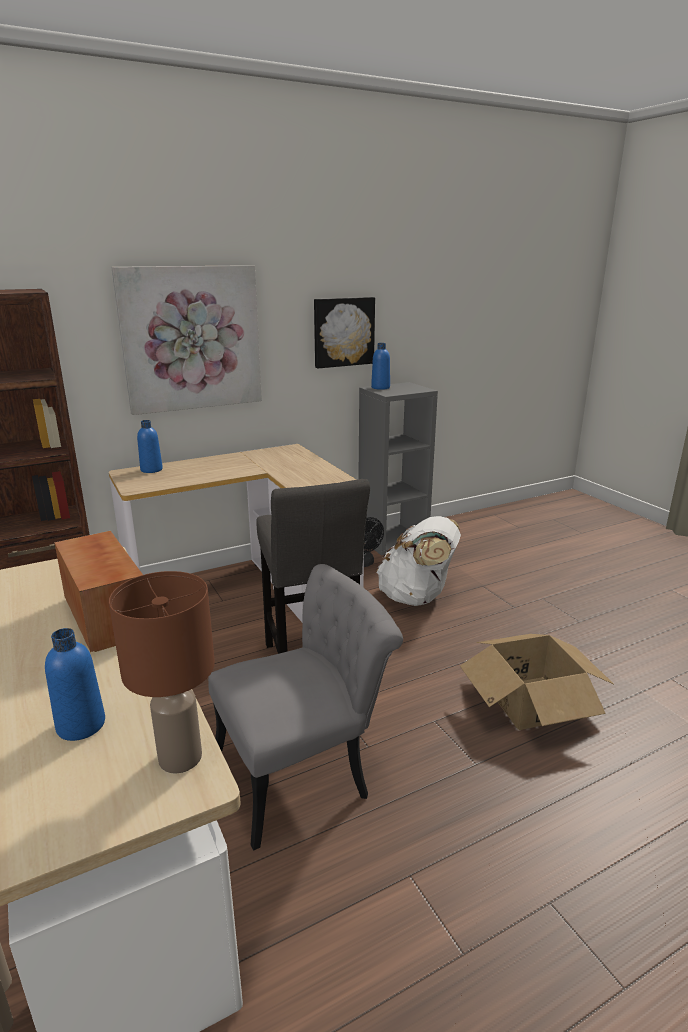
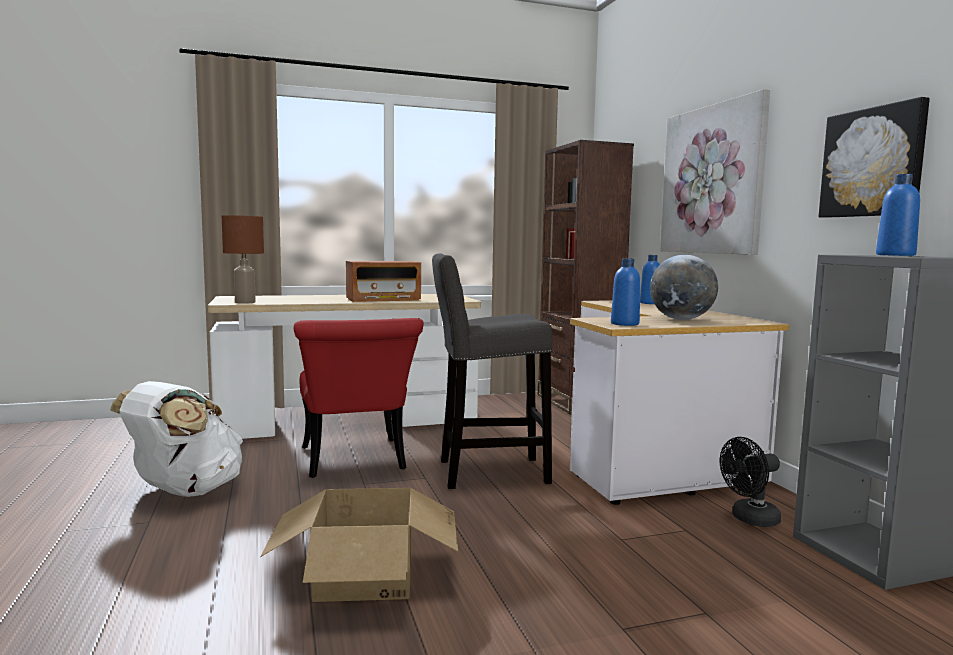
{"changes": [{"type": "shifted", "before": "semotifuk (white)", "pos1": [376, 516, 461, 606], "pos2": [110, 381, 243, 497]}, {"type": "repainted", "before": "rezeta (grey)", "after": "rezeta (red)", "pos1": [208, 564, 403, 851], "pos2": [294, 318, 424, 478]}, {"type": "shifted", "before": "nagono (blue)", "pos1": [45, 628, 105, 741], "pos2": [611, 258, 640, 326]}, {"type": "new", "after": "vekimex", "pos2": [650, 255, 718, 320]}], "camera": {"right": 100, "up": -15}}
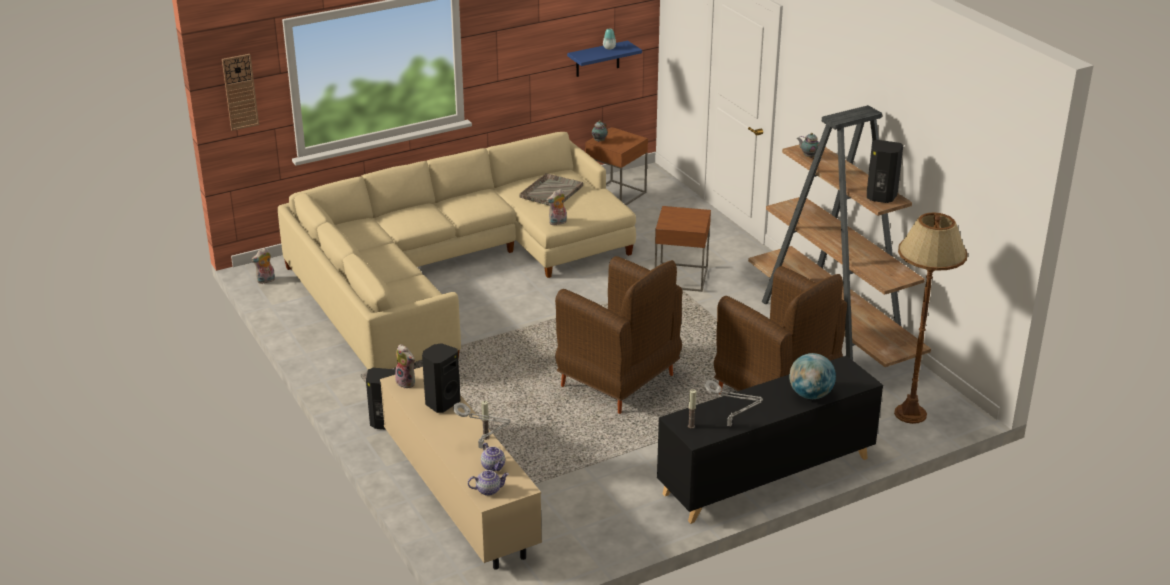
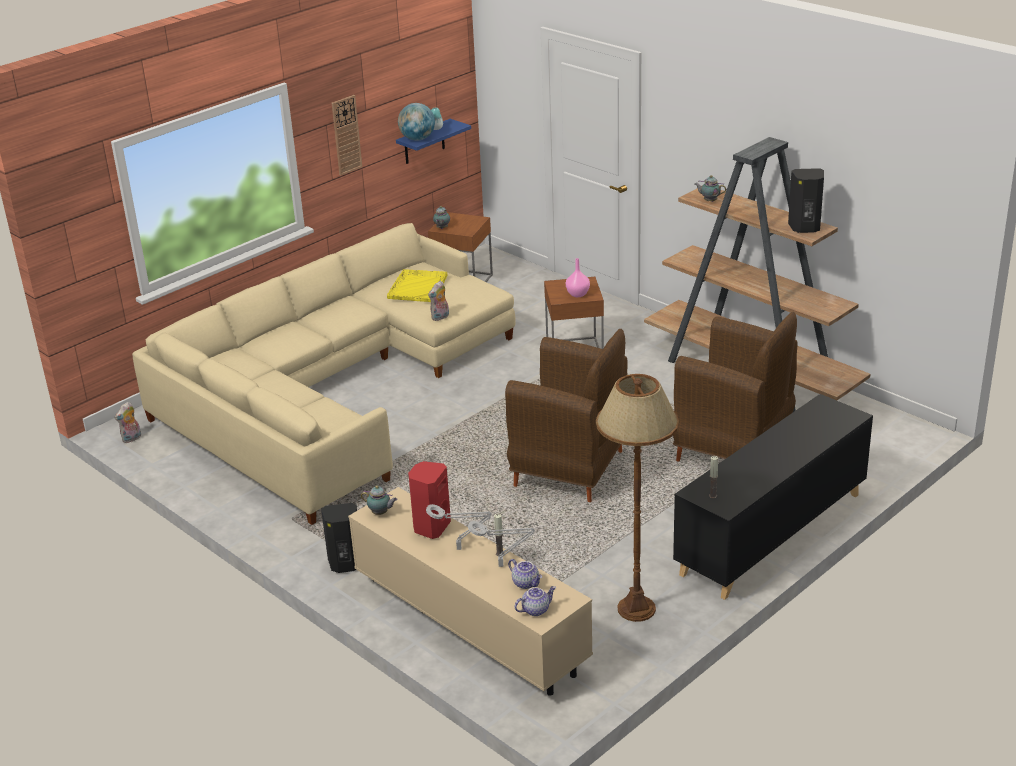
{"changes": [{"type": "shifted", "before": "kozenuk", "pos1": [222, 54, 259, 131], "pos2": [332, 95, 362, 176]}, {"type": "repainted", "before": "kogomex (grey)", "after": "kogomex (yellow)", "pos1": [519, 173, 583, 206], "pos2": [387, 269, 447, 302]}, {"type": "shifted", "before": "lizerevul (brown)", "pos1": [894, 212, 967, 424], "pos2": [596, 374, 679, 622]}, {"type": "repainted", "before": "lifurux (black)", "after": "lifurux (red)", "pos1": [422, 343, 460, 413], "pos2": [408, 461, 451, 539]}, {"type": "swapped", "before": "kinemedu", "after": "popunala", "pos1": [395, 344, 415, 389], "pos2": [361, 485, 398, 515]}, {"type": "shifted", "before": "vekimex", "pos1": [789, 353, 836, 399], "pos2": [398, 103, 435, 141]}, {"type": "shifted", "before": "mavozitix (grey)", "pos1": [705, 380, 763, 426], "pos2": [426, 504, 492, 550]}, {"type": "new", "after": "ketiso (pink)", "pos2": [566, 258, 590, 297]}], "camera": {"right": -15, "up": 0}}
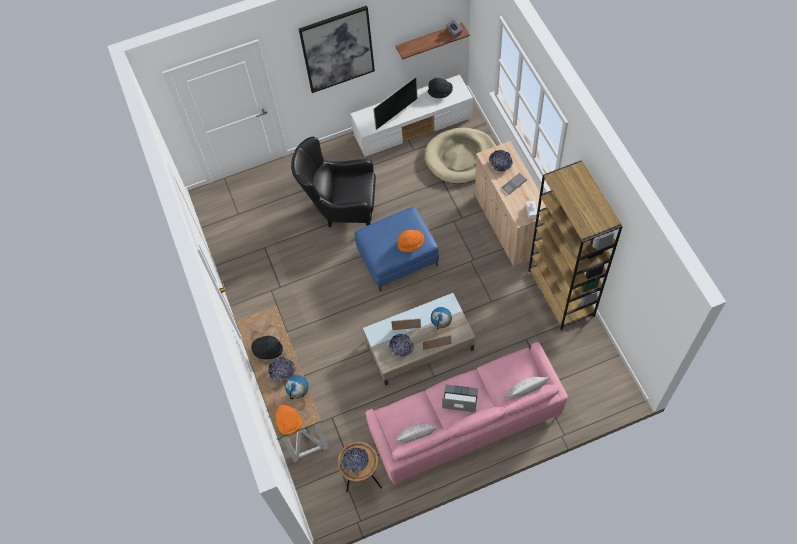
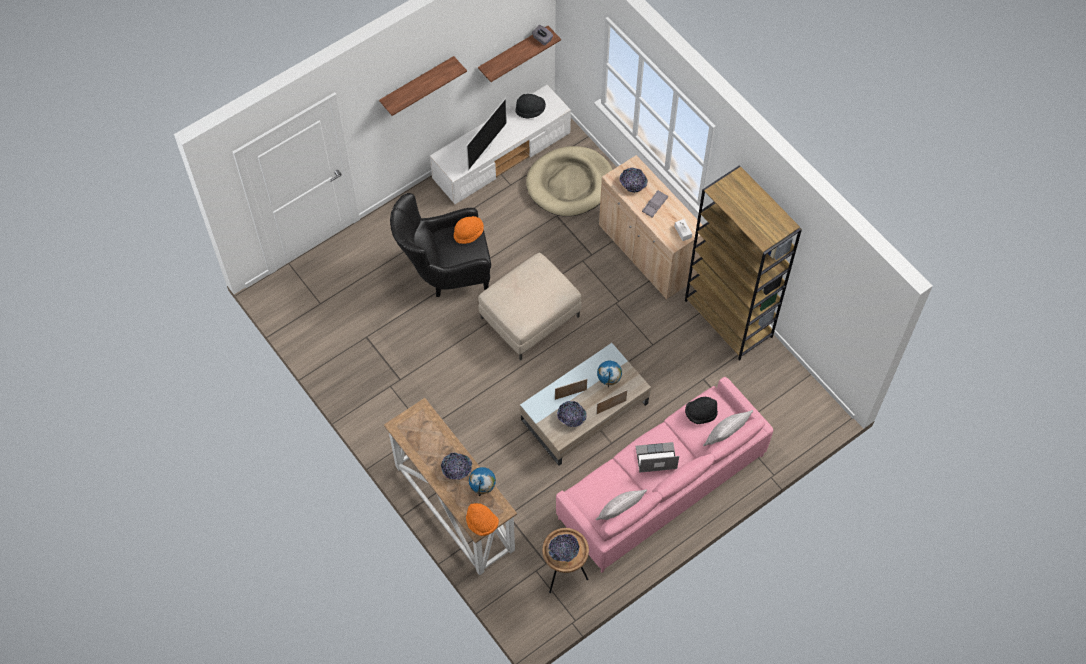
{"changes": [{"type": "swapped", "before": "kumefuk", "after": "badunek", "pos1": [299, 6, 375, 93], "pos2": [379, 56, 467, 116]}, {"type": "repainted", "before": "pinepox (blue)", "after": "pinepox (beige)", "pos1": [355, 207, 439, 292], "pos2": [478, 253, 581, 360]}, {"type": "shifted", "before": "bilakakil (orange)", "pos1": [397, 230, 424, 252], "pos2": [453, 216, 484, 244]}, {"type": "shifted", "before": "bilakakil (black)", "pos1": [251, 336, 283, 359], "pos2": [685, 397, 718, 424]}], "camera": {"right": -20, "up": 0}}
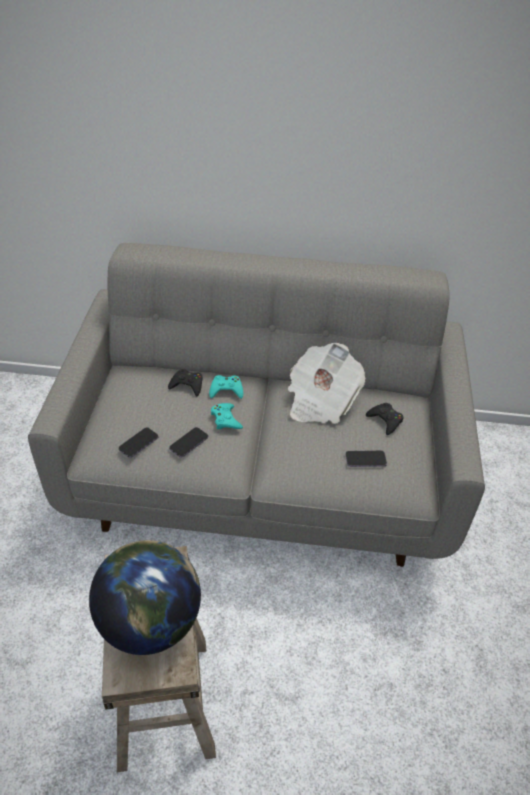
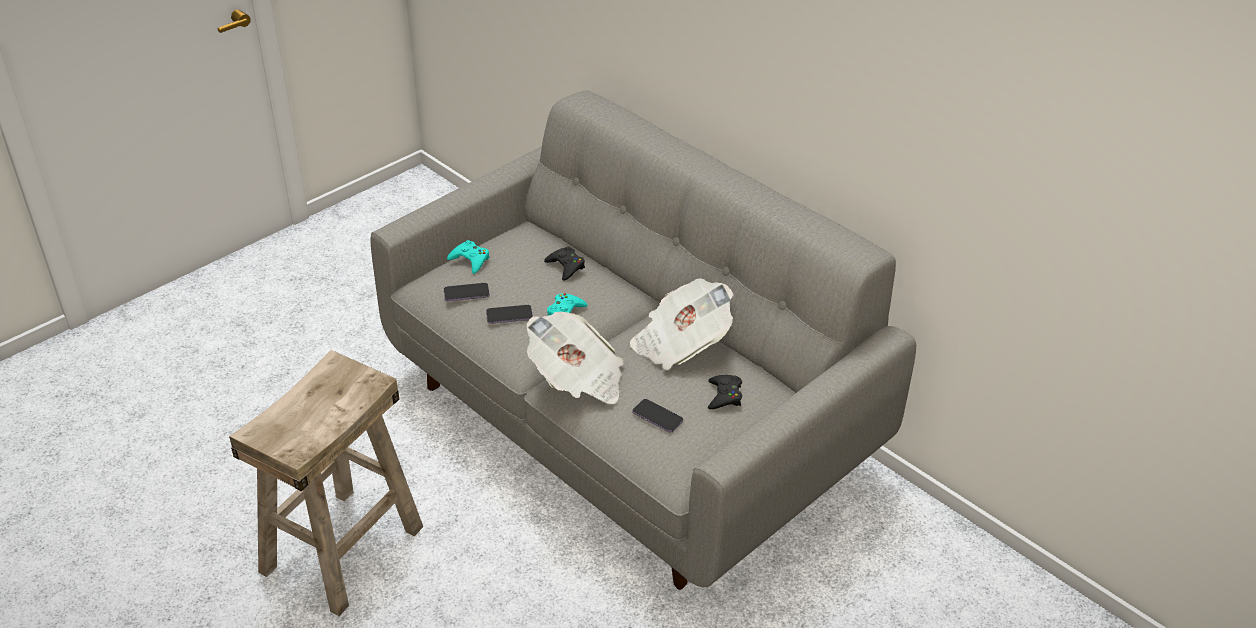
{"changes": [{"type": "shifted", "before": "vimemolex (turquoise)", "pos1": [209, 375, 243, 399], "pos2": [447, 240, 490, 274]}, {"type": "gone", "before": "vekimex", "pos1": [89, 540, 201, 655]}, {"type": "new", "after": "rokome", "pos2": [527, 312, 623, 404]}], "camera": {"right": 40, "up": -5}}
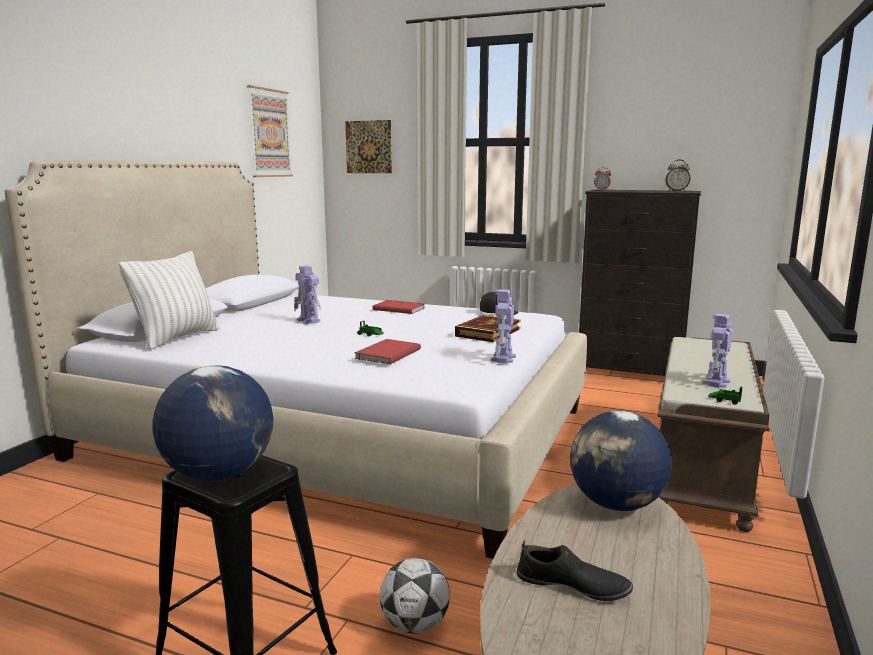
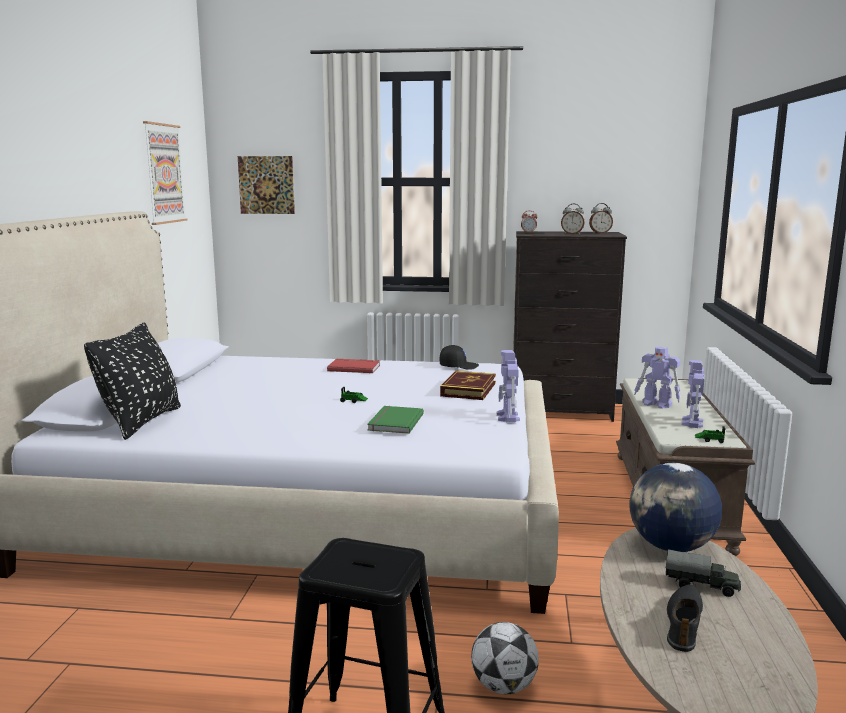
{"changes": [{"type": "repainted", "before": "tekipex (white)", "after": "tekipex (black)", "pos1": [118, 251, 219, 350], "pos2": [84, 323, 181, 440]}, {"type": "shifted", "before": "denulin", "pos1": [294, 265, 321, 324], "pos2": [634, 346, 681, 409]}, {"type": "repainted", "before": "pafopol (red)", "after": "pafopol (green)", "pos1": [354, 339, 421, 364], "pos2": [367, 406, 424, 434]}, {"type": "gone", "before": "vekimex", "pos1": [152, 366, 273, 481]}, {"type": "rotated", "before": "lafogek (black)", "pos1": [517, 541, 633, 601], "pos2": [667, 585, 703, 652], "turn": -75}, {"type": "new", "after": "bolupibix", "pos2": [561, 203, 585, 235]}, {"type": "new", "after": "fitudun", "pos2": [665, 549, 741, 597]}], "camera": {"right": -15, "up": 0}}
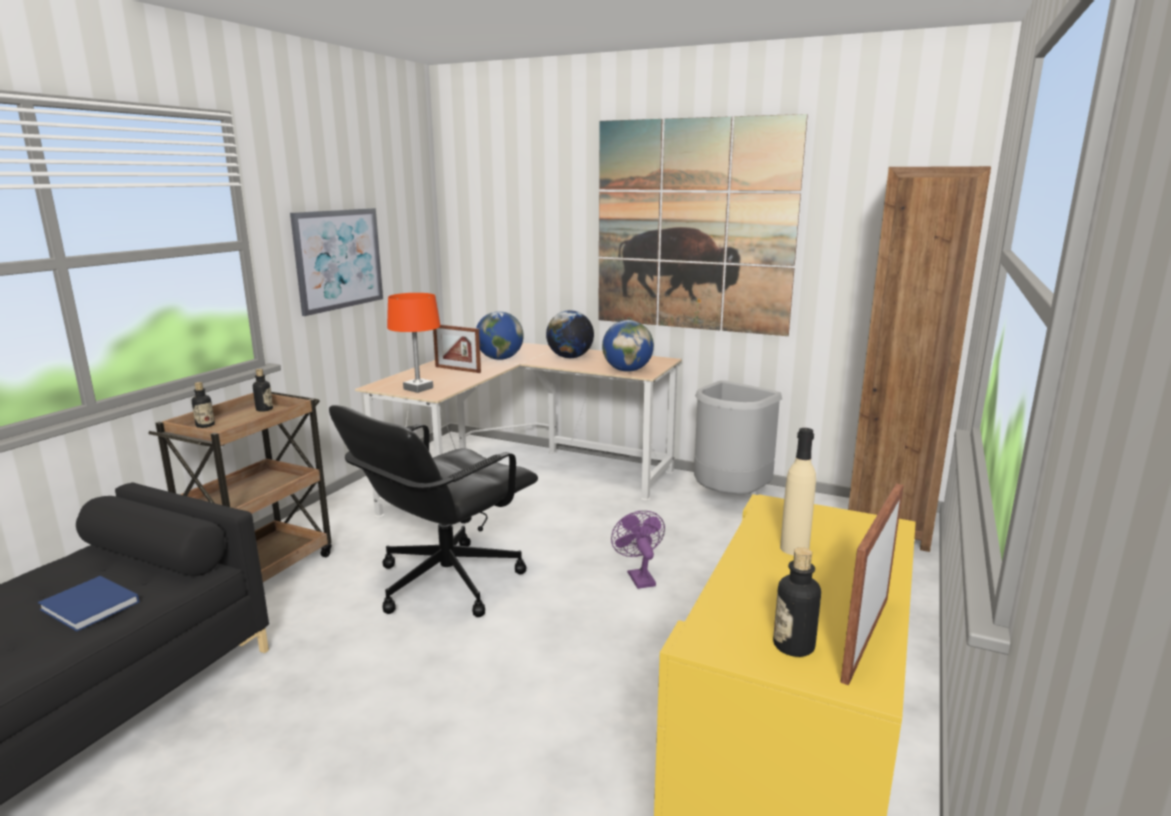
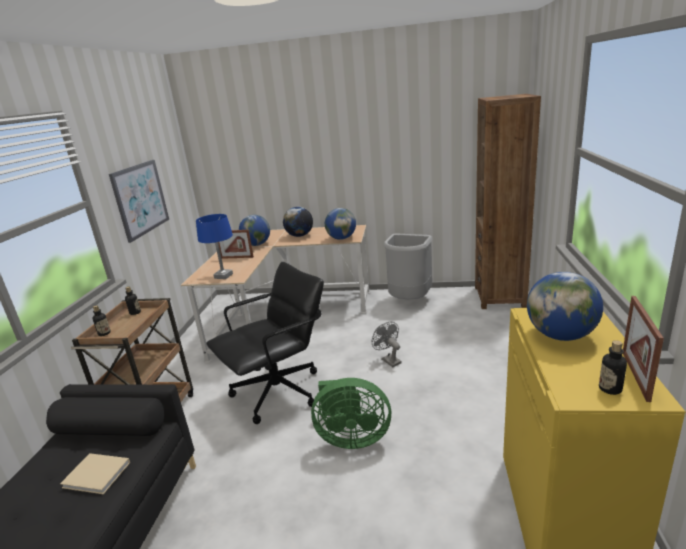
{"changes": [{"type": "gone", "before": "kumefuk", "pos1": [598, 114, 808, 336]}, {"type": "repainted", "before": "mavozitix (orange)", "after": "mavozitix (blue)", "pos1": [387, 293, 441, 393], "pos2": [196, 214, 233, 279]}, {"type": "rotated", "before": "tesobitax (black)", "pos1": [329, 405, 538, 617], "pos2": [206, 262, 324, 424], "turn": -150}, {"type": "swapped", "before": "nagono (beige)", "after": "vekimex", "pos1": [780, 428, 816, 555], "pos2": [527, 272, 603, 341]}, {"type": "repainted", "before": "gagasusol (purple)", "after": "gagasusol (grey)", "pos1": [611, 510, 665, 589], "pos2": [372, 322, 402, 367]}, {"type": "repainted", "before": "pafopol (blue)", "after": "pafopol (beige)", "pos1": [38, 576, 140, 631], "pos2": [60, 453, 130, 494]}, {"type": "new", "after": "gagasusol (green)", "pos2": [311, 378, 391, 449]}], "camera": {"right": -15, "up": 5}}
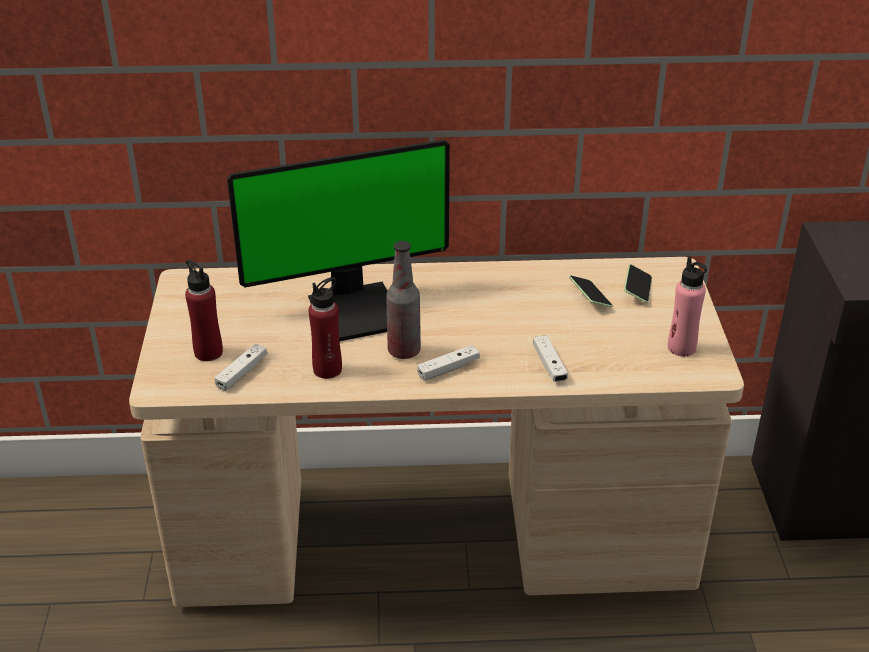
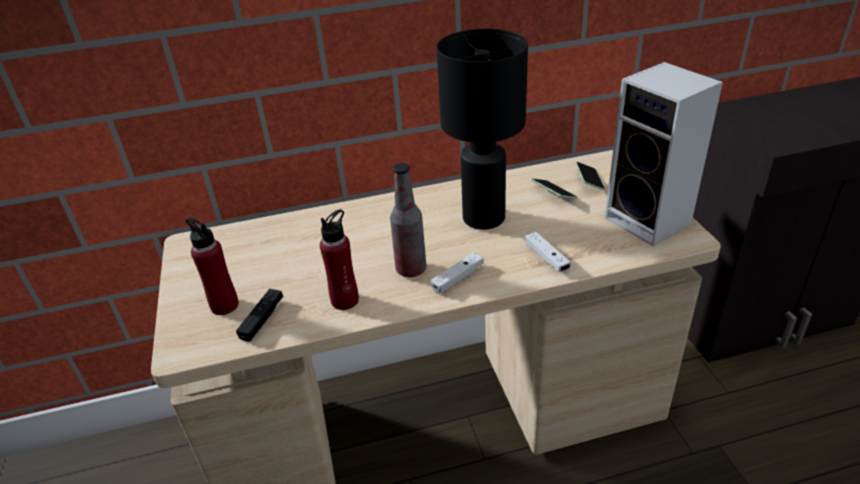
{"changes": [{"type": "gone", "before": "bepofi", "pos1": [227, 140, 450, 341]}, {"type": "swapped", "before": "nagono (pink)", "after": "lifurux", "pos1": [668, 256, 707, 357], "pos2": [605, 62, 723, 246]}, {"type": "repainted", "before": "vimemolex (white)", "after": "vimemolex (black)", "pos1": [214, 344, 267, 391], "pos2": [236, 289, 283, 342]}, {"type": "new", "after": "mavozitix (black)", "pos2": [437, 29, 528, 230]}], "camera": {"right": -10, "up": 0}}
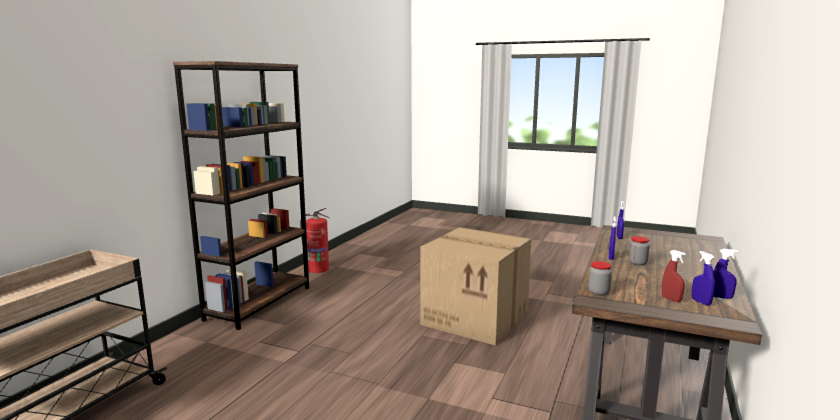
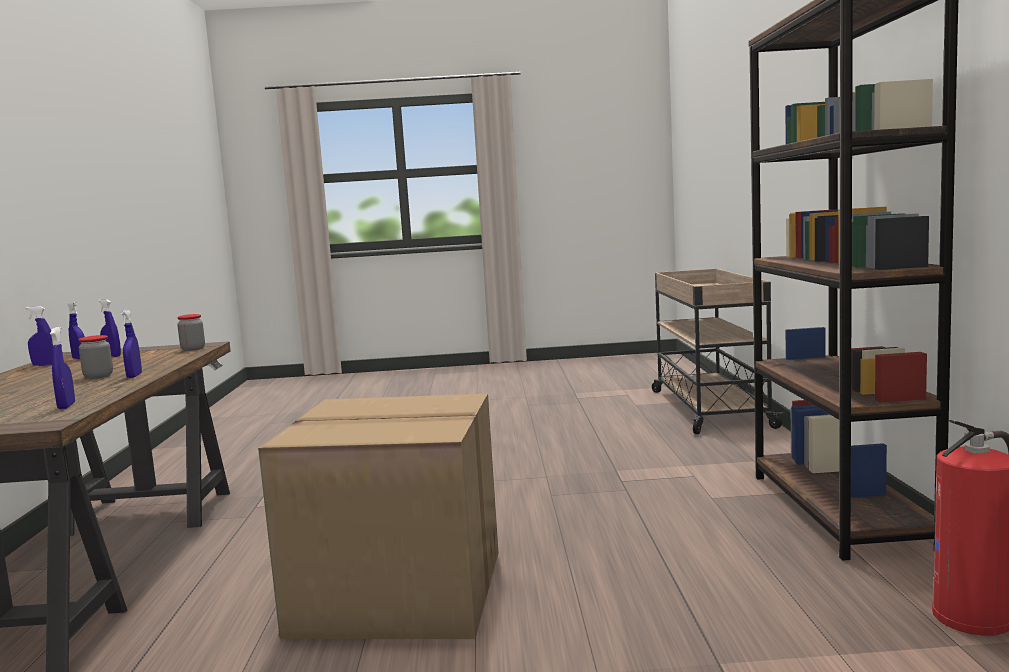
{"changes": [{"type": "repainted", "before": "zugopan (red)", "after": "zugopan (blue)", "pos1": [662, 250, 686, 302], "pos2": [98, 299, 121, 357]}], "camera": {"right": 155, "up": -5}}
